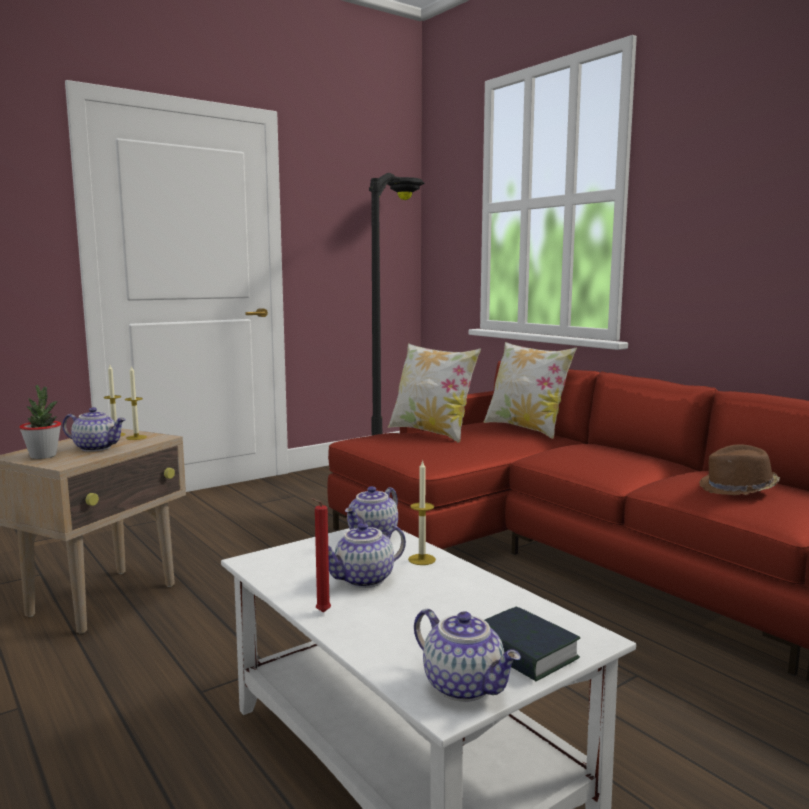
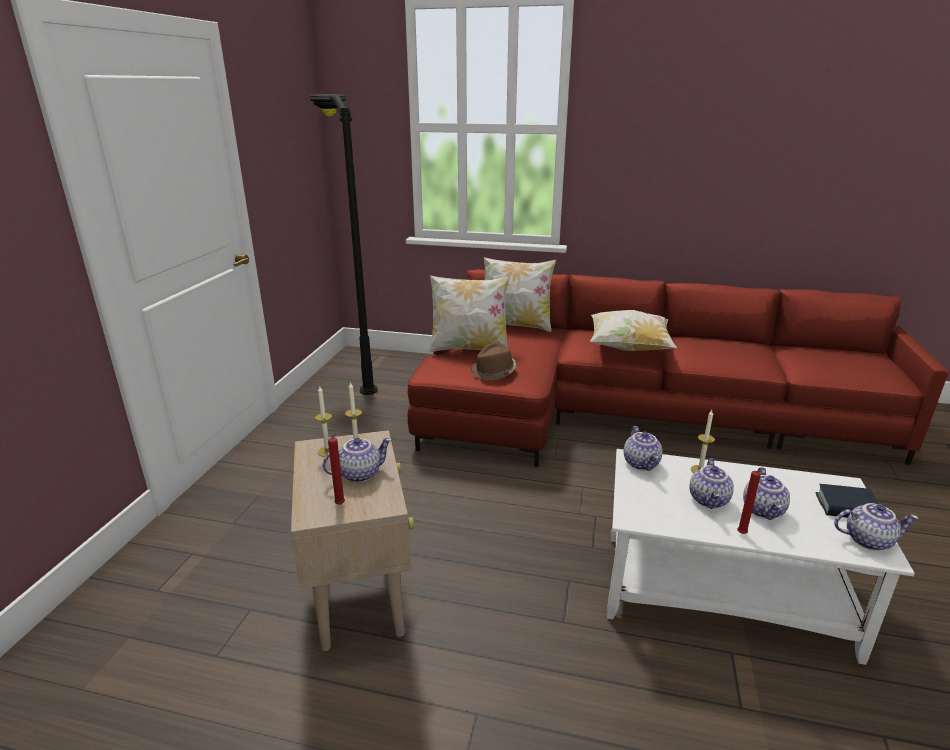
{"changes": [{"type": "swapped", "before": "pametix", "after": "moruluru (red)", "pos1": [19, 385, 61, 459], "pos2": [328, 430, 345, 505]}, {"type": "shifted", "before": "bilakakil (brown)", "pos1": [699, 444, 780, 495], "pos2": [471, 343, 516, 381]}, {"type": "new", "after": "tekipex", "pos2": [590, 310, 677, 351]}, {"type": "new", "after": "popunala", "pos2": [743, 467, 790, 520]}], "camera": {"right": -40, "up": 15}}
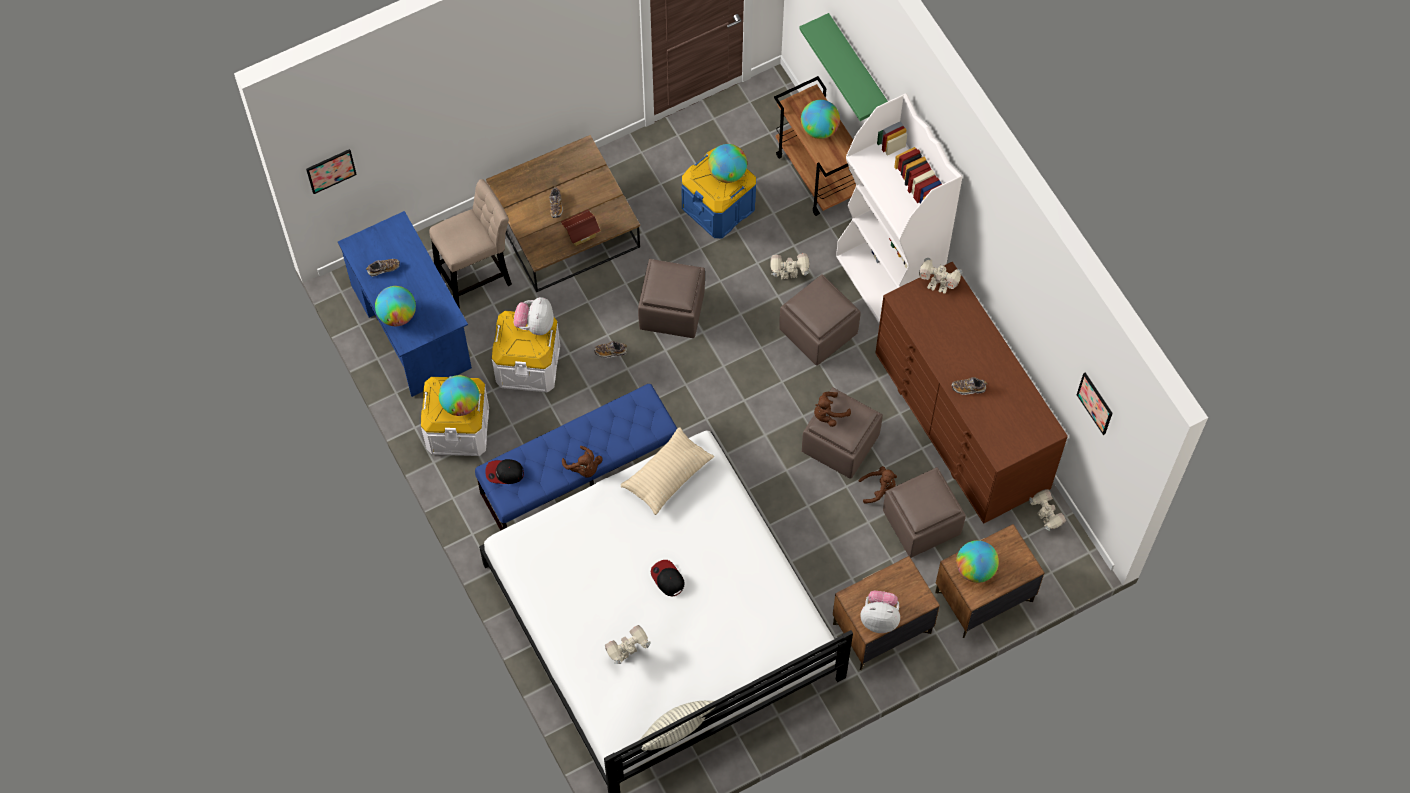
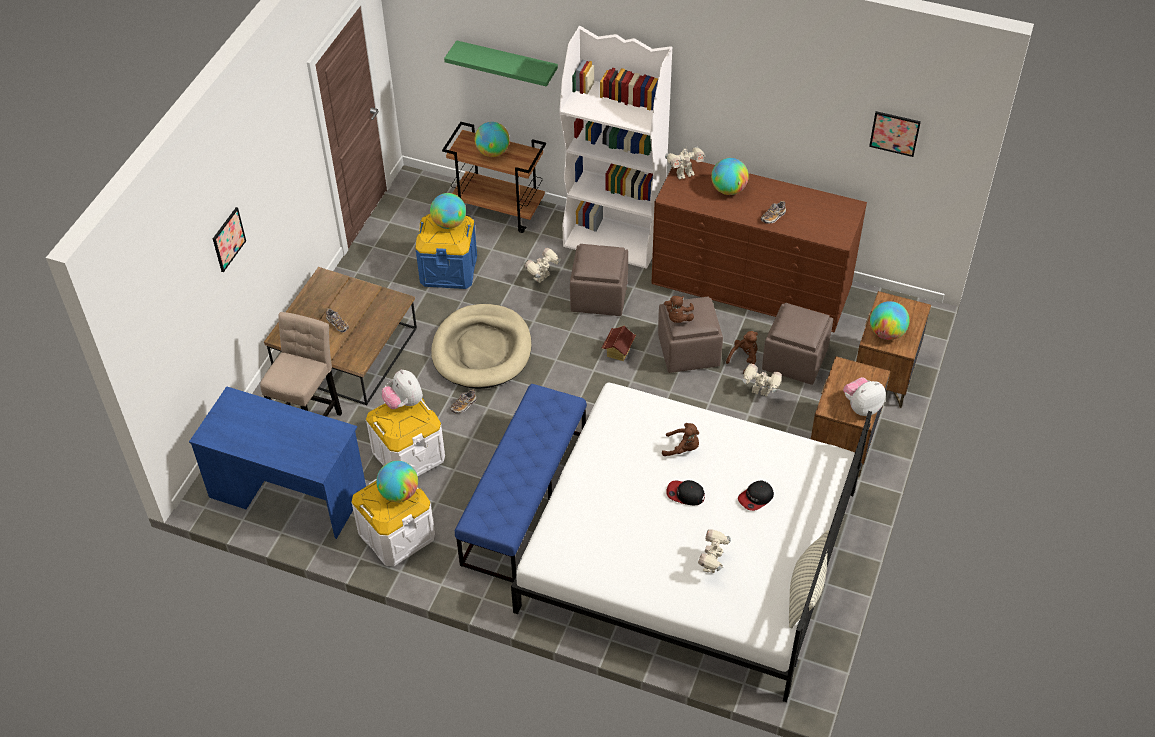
{"changes": [{"type": "shifted", "before": "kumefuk", "pos1": [306, 149, 357, 194], "pos2": [213, 207, 246, 272]}, {"type": "shifted", "before": "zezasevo", "pos1": [561, 209, 601, 246], "pos2": [602, 326, 636, 361]}, {"type": "gone", "before": "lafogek", "pos1": [366, 259, 400, 276]}, {"type": "swapped", "before": "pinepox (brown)", "after": "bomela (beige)", "pos1": [638, 259, 705, 338], "pos2": [431, 304, 532, 389]}, {"type": "shifted", "before": "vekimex", "pos1": [375, 286, 416, 326], "pos2": [711, 158, 749, 195]}, {"type": "gone", "before": "tekipex (beige)", "pos1": [621, 427, 714, 515]}, {"type": "shifted", "before": "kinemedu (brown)", "pos1": [562, 446, 603, 477], "pos2": [662, 423, 699, 456]}, {"type": "shifted", "before": "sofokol", "pos1": [485, 459, 524, 484], "pos2": [738, 480, 774, 511]}, {"type": "shifted", "before": "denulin", "pos1": [1029, 489, 1066, 531], "pos2": [742, 364, 782, 397]}], "camera": {"right": -40, "up": -15}}
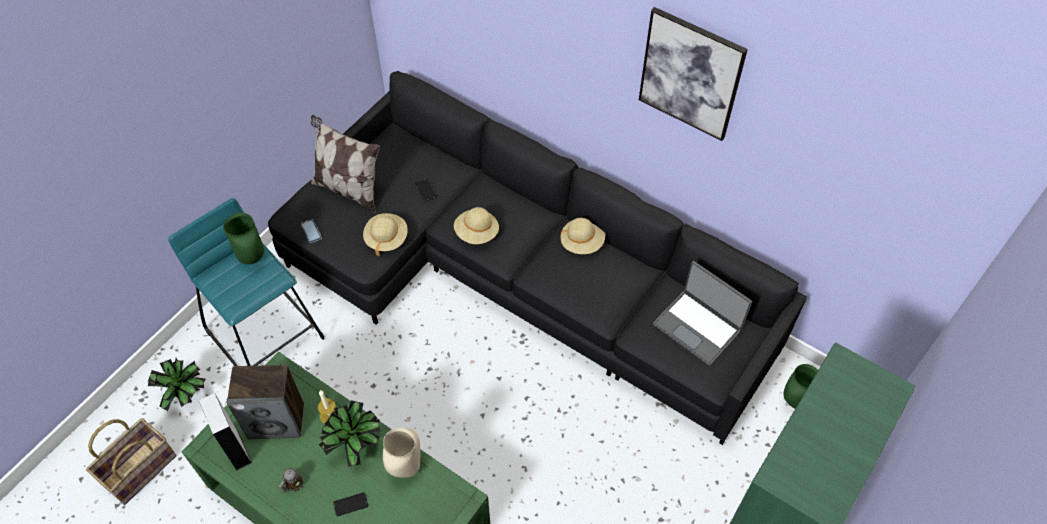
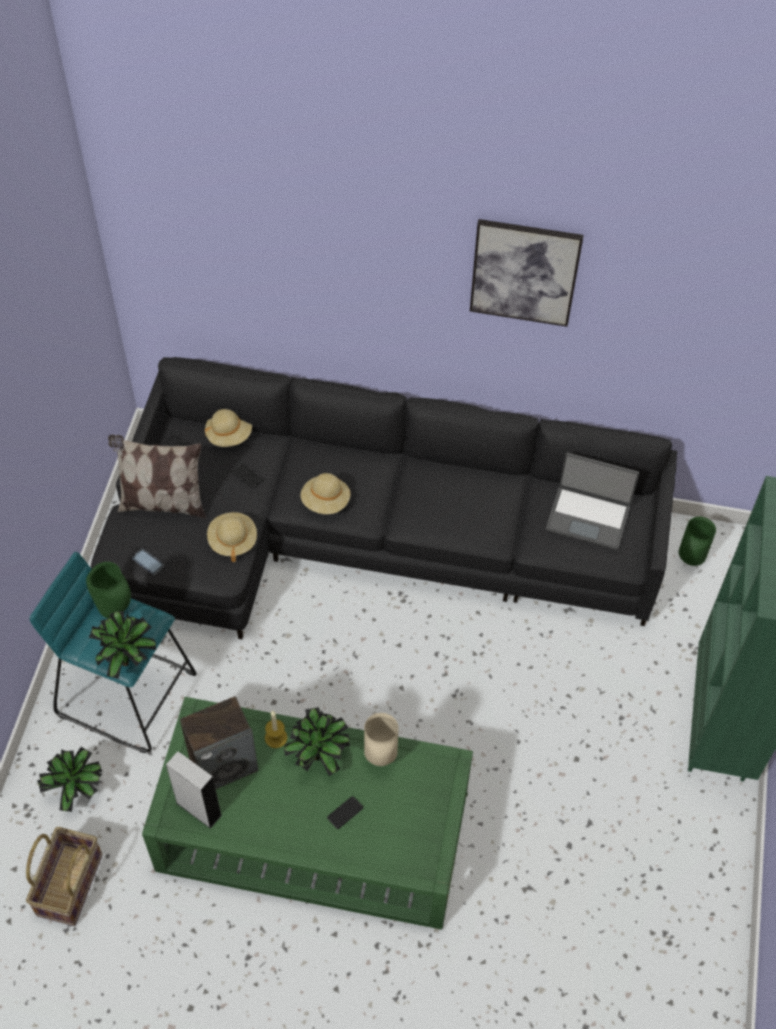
{"changes": [{"type": "shifted", "before": "bilakakil (beige)", "pos1": [560, 218, 605, 254], "pos2": [205, 409, 252, 447]}, {"type": "gone", "before": "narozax", "pos1": [279, 468, 304, 493]}, {"type": "new", "after": "pametix", "pos2": [89, 611, 156, 679]}], "camera": {"right": -25, "up": 0}}
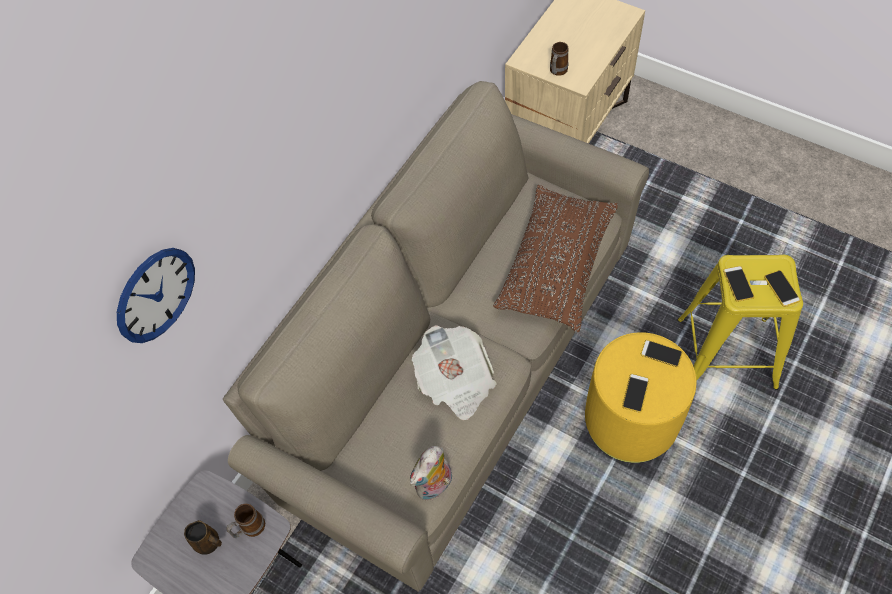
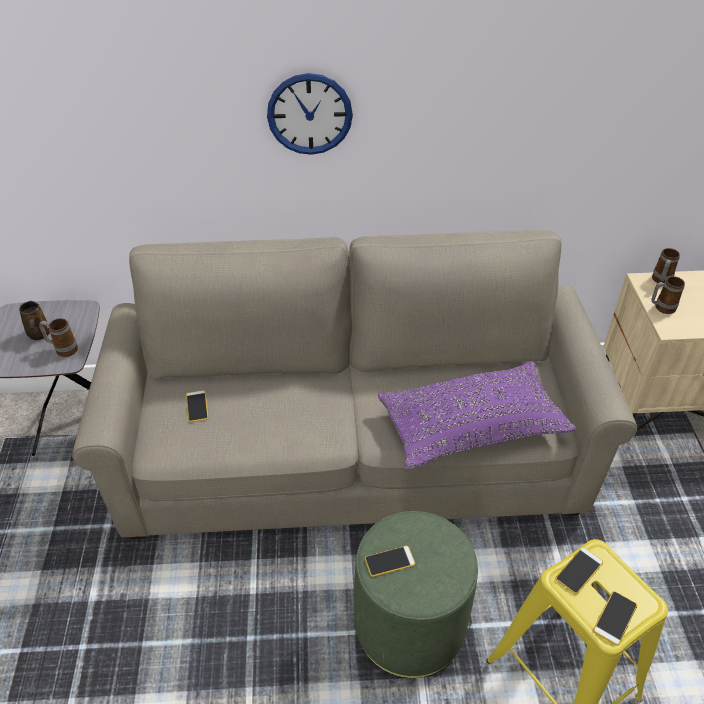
{"changes": [{"type": "repainted", "before": "tekipex (brown)", "after": "tekipex (purple)", "pos1": [493, 185, 618, 332], "pos2": [378, 361, 576, 470]}, {"type": "shifted", "before": "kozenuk", "pos1": [117, 248, 195, 343], "pos2": [267, 73, 353, 155]}, {"type": "gone", "before": "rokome", "pos1": [412, 325, 497, 420]}, {"type": "repainted", "before": "pinepox (yellow)", "after": "pinepox (green)", "pos1": [585, 332, 696, 463], "pos2": [354, 511, 478, 678]}, {"type": "shifted", "before": "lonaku", "pos1": [641, 340, 682, 367], "pos2": [186, 390, 208, 422]}, {"type": "gone", "before": "kinemedu", "pos1": [410, 446, 452, 500]}, {"type": "new", "after": "narozax", "pos2": [652, 248, 680, 283]}], "camera": {"right": 50, "up": -15}}
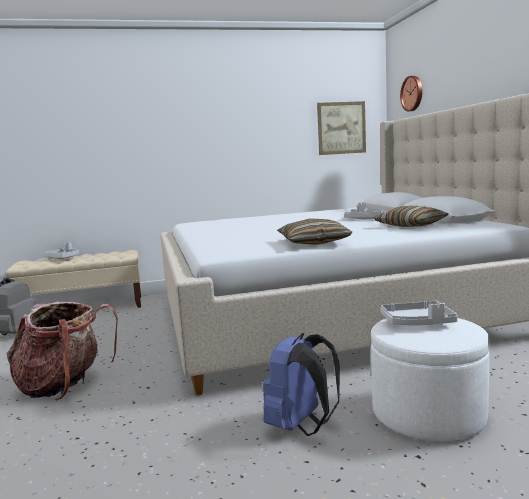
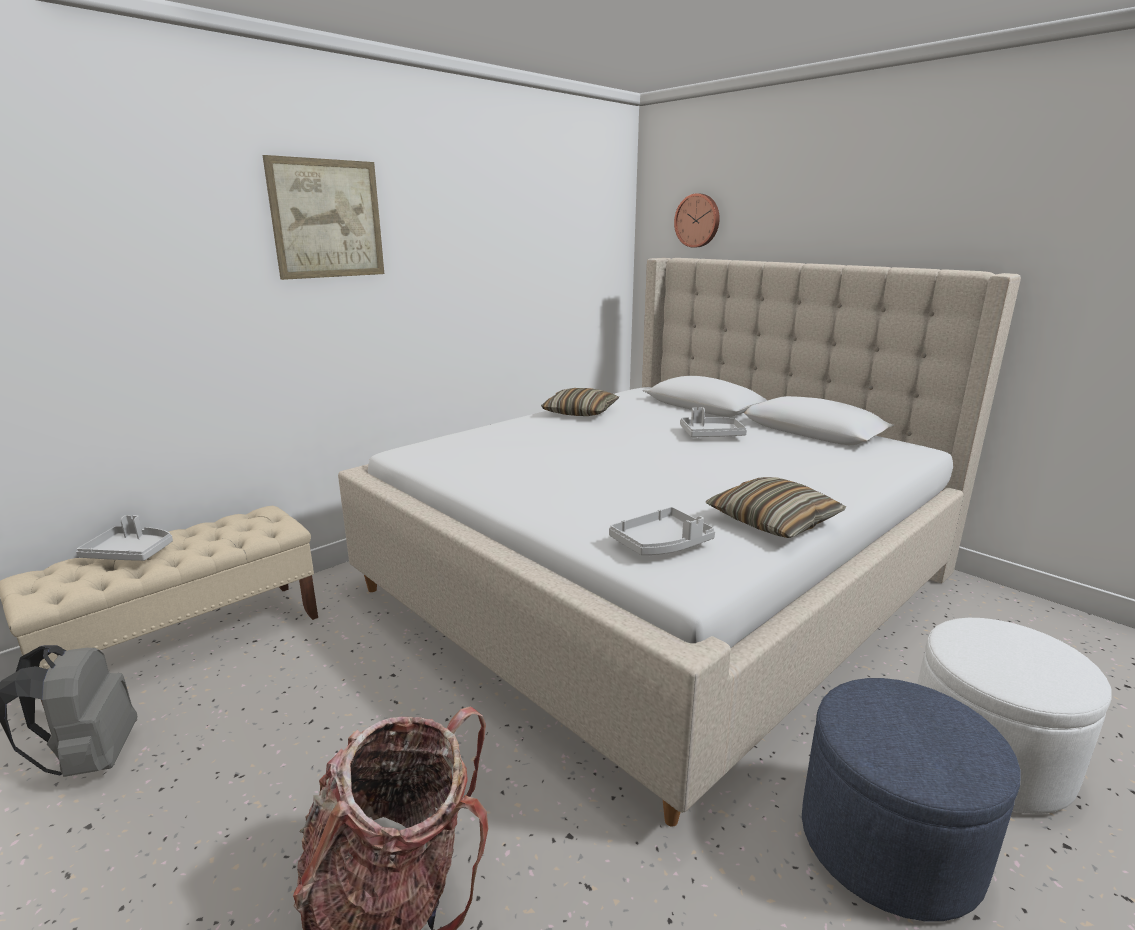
{"changes": [{"type": "shifted", "before": "kumefuk", "pos1": [317, 101, 366, 155], "pos2": [262, 155, 384, 280]}, {"type": "shifted", "before": "tekipex", "pos1": [373, 206, 448, 227], "pos2": [541, 388, 619, 416]}, {"type": "shifted", "before": "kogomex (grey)", "pos1": [380, 301, 458, 325], "pos2": [609, 507, 715, 555]}, {"type": "swapped", "before": "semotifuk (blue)", "after": "pinepox (blue)", "pos1": [263, 333, 340, 436], "pos2": [802, 678, 1021, 921]}], "camera": {"right": -30, "up": 10}}
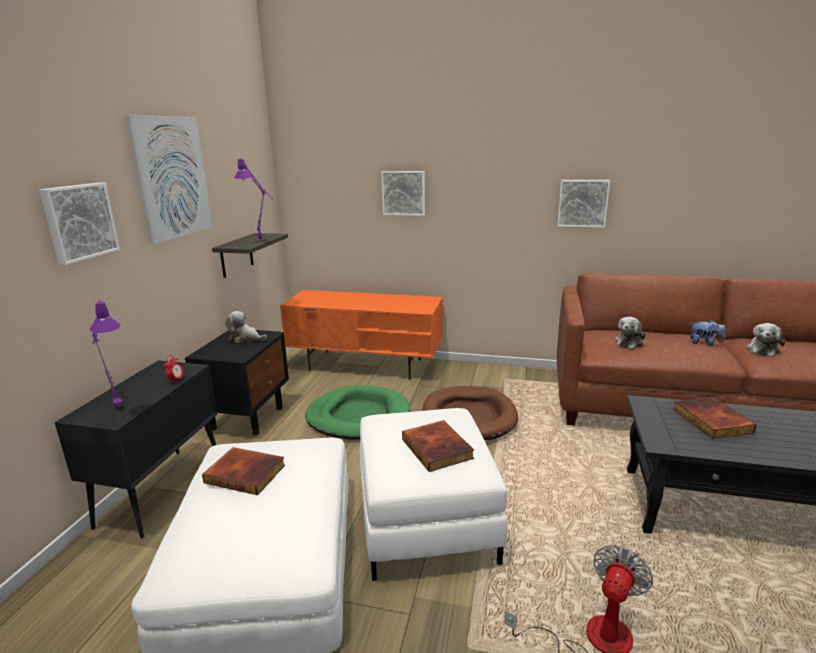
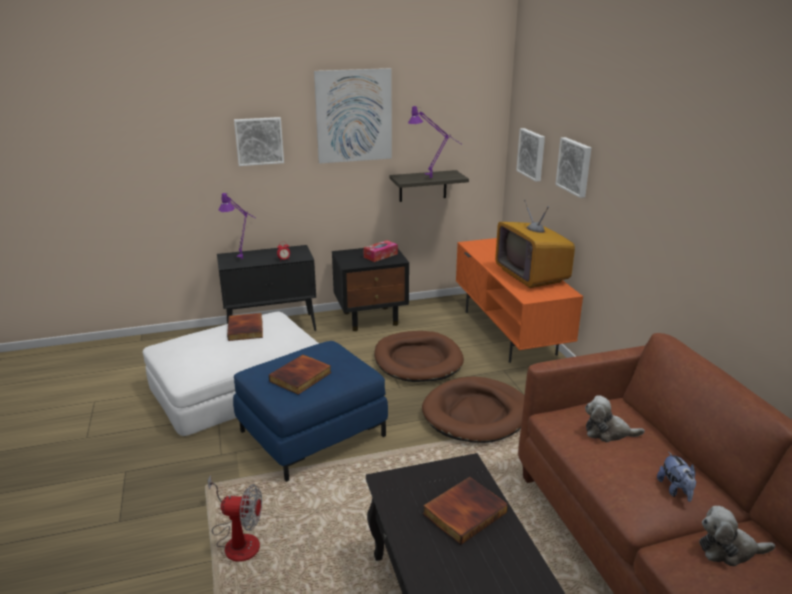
{"changes": [{"type": "shifted", "before": "kumefuk", "pos1": [557, 180, 610, 228], "pos2": [516, 128, 545, 182]}, {"type": "swapped", "before": "kinemedu", "after": "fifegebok", "pos1": [225, 311, 267, 343], "pos2": [363, 240, 398, 262]}, {"type": "repainted", "before": "bomela (green)", "after": "bomela (brown)", "pos1": [305, 385, 410, 440], "pos2": [374, 331, 464, 382]}, {"type": "repainted", "before": "pinepox (white)", "after": "pinepox (blue)", "pos1": [360, 408, 508, 581], "pos2": [233, 341, 388, 482]}, {"type": "new", "after": "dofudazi", "pos2": [495, 200, 575, 288]}], "camera": {"right": 60, "up": 5}}
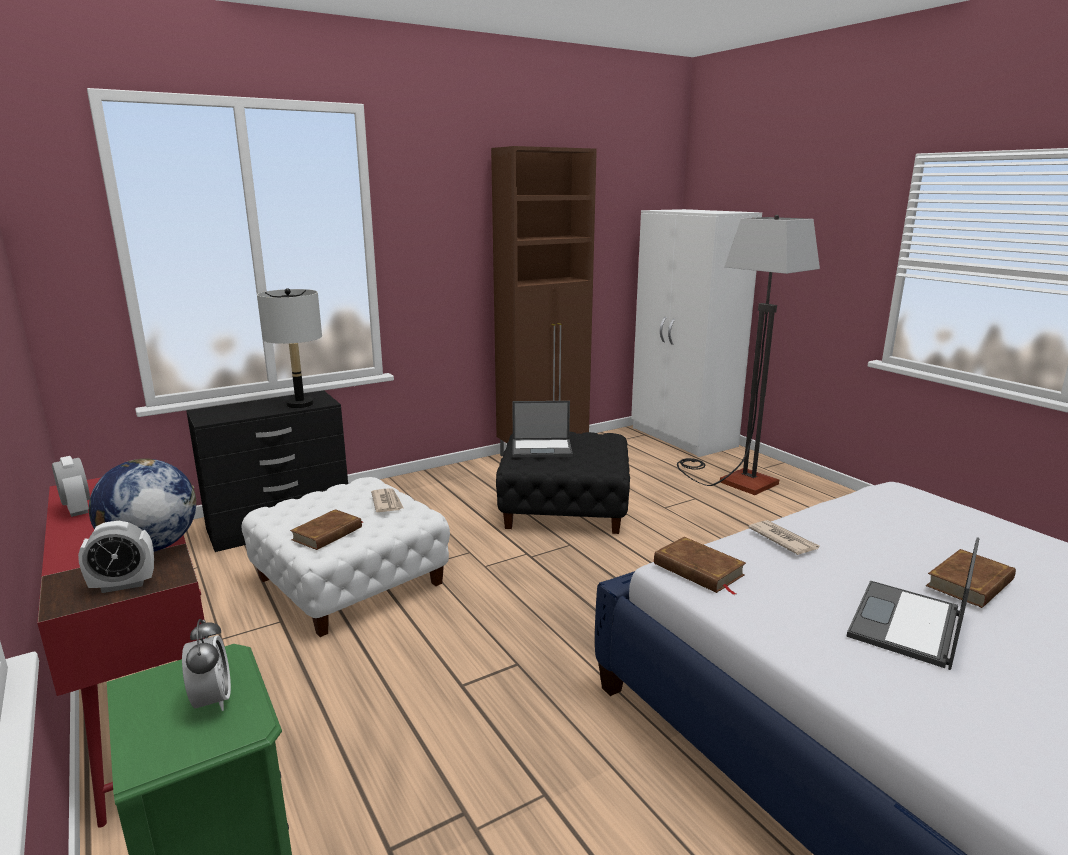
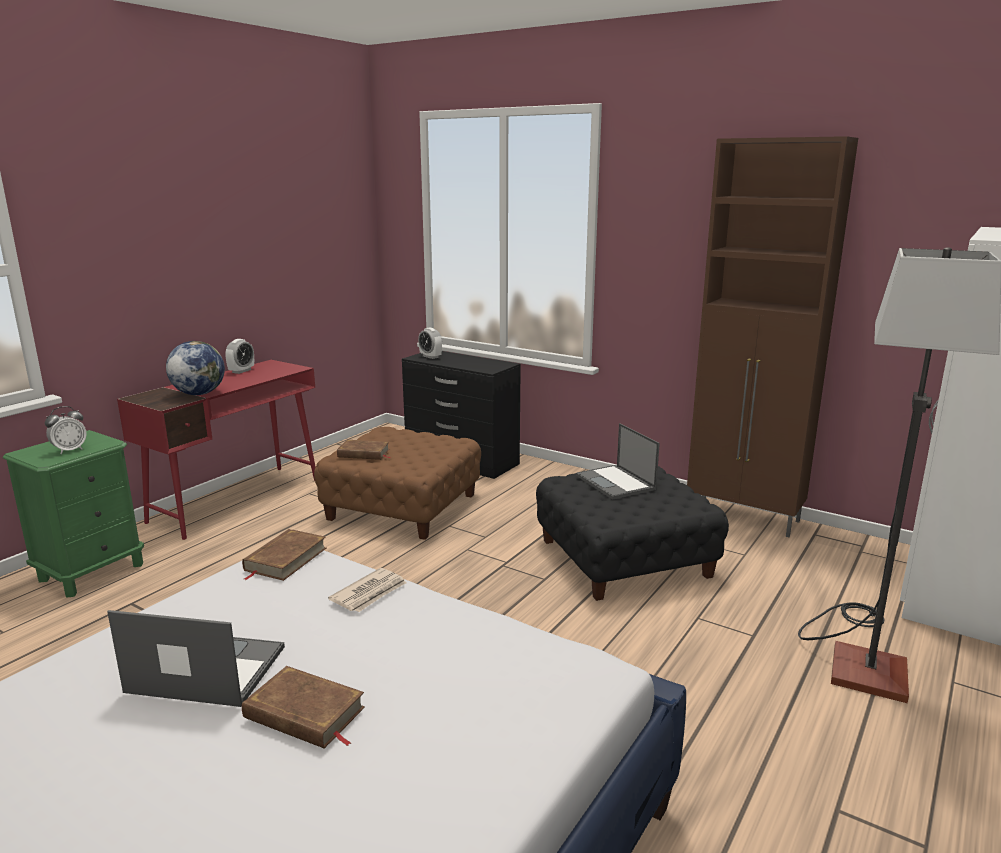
{"changes": [{"type": "gone", "before": "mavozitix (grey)", "pos1": [257, 288, 322, 408]}, {"type": "repainted", "before": "pinepox (white)", "after": "pinepox (brown)", "pos1": [241, 477, 450, 637], "pos2": [314, 427, 481, 540]}, {"type": "gone", "before": "rokome", "pos1": [371, 488, 403, 512]}, {"type": "shifted", "before": "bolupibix", "pos1": [78, 521, 154, 593], "pos2": [418, 327, 442, 359]}], "camera": {"right": 65, "up": 0}}
